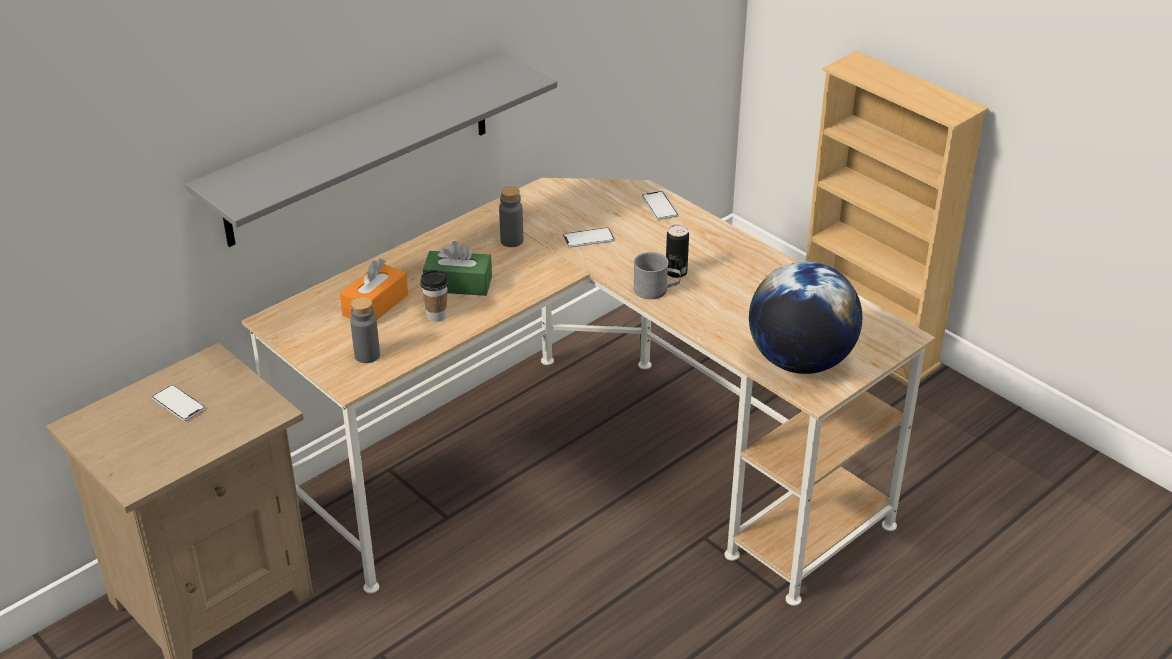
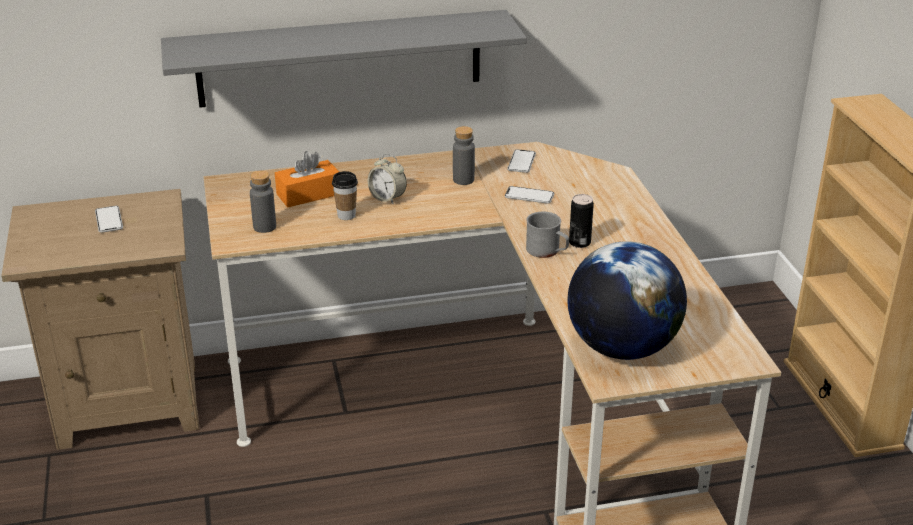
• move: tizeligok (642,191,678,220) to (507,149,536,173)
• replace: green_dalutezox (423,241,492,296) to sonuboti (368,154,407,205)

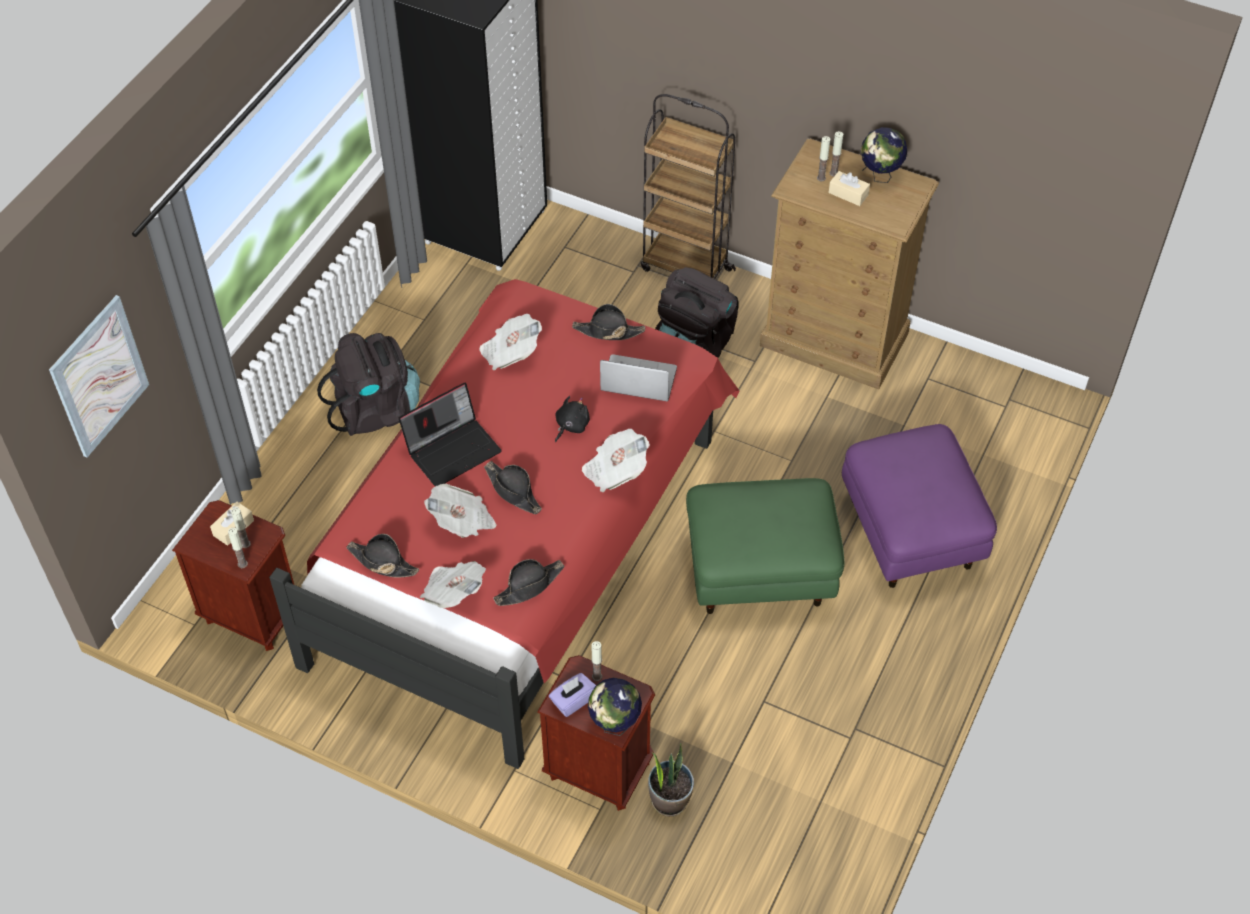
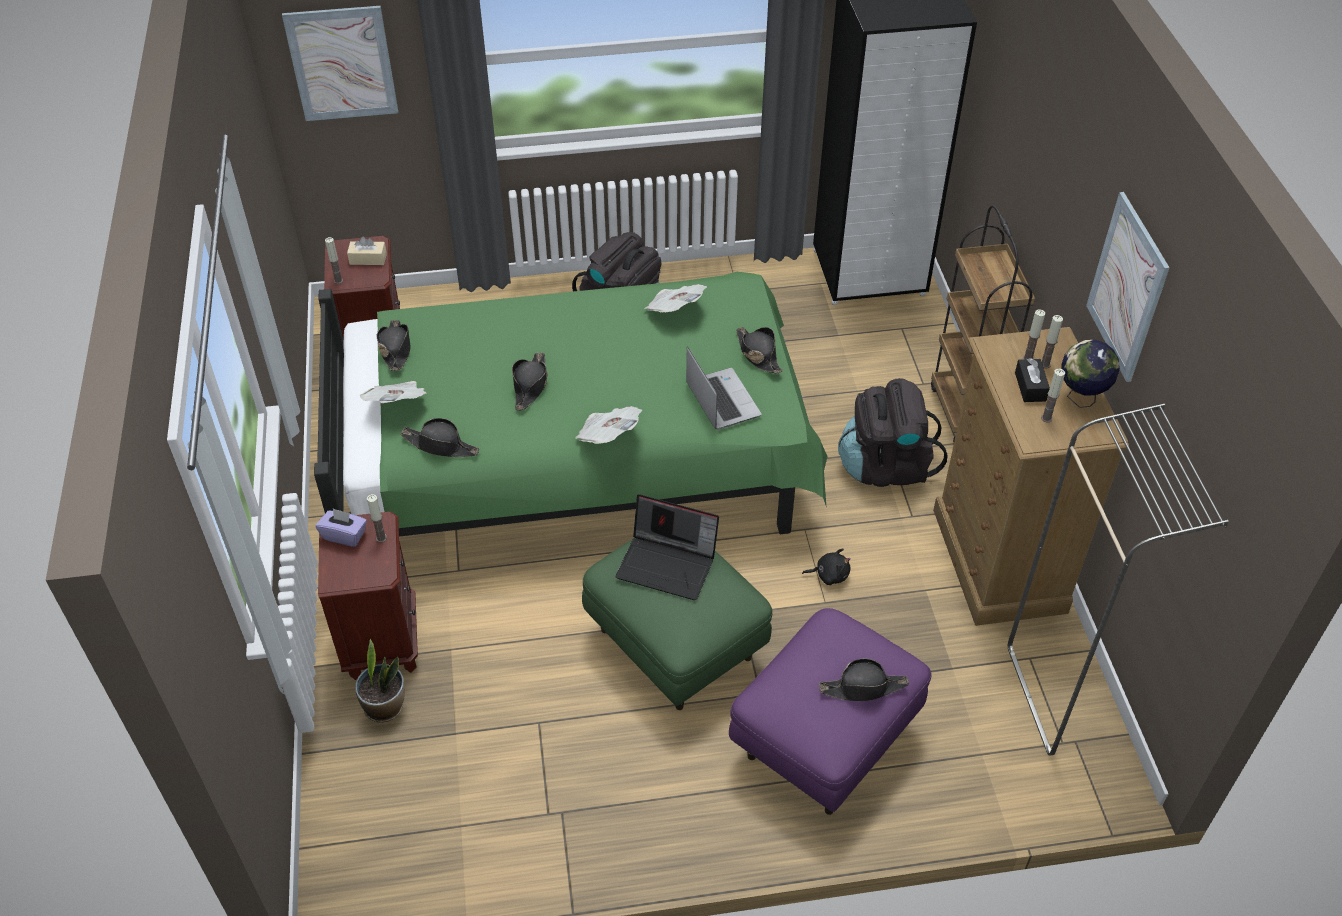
• delete: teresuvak (424,484,497,538)
• delete: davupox (588,678,642,736)
• insert: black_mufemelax (819,658,909,701)
• insert: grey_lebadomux (1008,403,1229,756)
• insert: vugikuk (1086,192,1170,382)
• move: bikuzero (231,507,251,548) to (1041,369,1065,422)
• move: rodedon (399,382,502,486) to (616,494,719,600)
• move: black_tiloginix (555,396,590,442) to (802,549,851,585)
• recolor: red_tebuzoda (269,279,739,769) to green_tebuzoda (314,272,828,537)
• recolor: beige_dalutezox (829,171,870,206) to black_dalutezox (1015,358,1050,402)

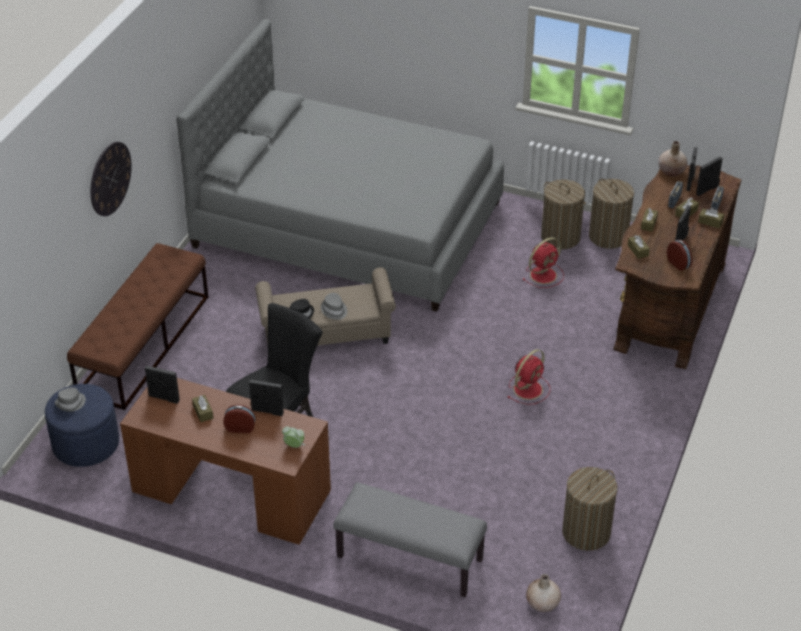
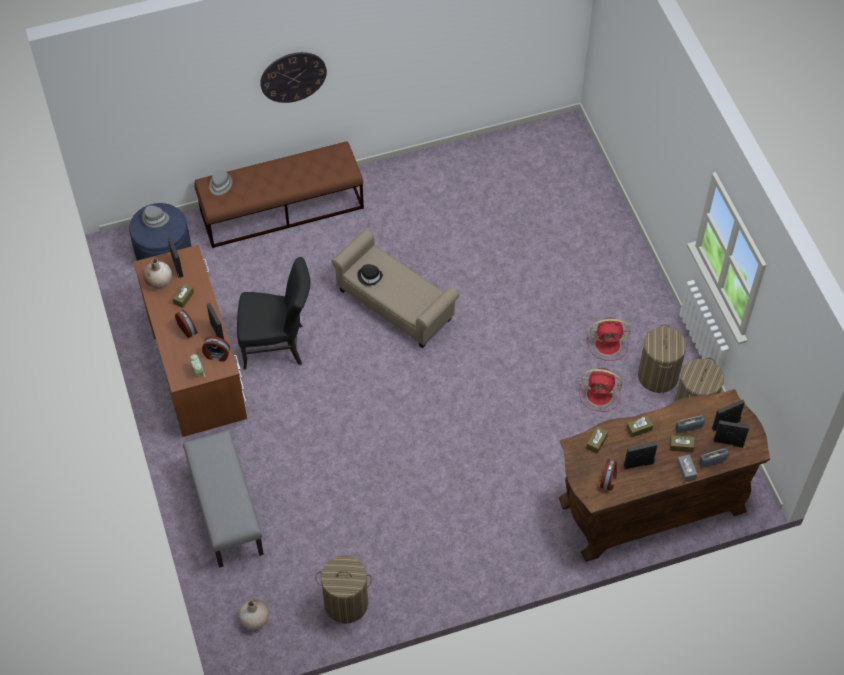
• delete: grey_tebuzoda (176,19,504,312)
• insert: sonuboti (202,336,230,362)
• move: grey_mufemelax (321,293,347,320) to (209,169,233,195)
• move: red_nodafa (508,349,550,405) to (587,317,630,361)
• move: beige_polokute (658,141,687,176) to (143,259,172,288)
• recolor: brown_dalutezox (698,208,724,228) to grey_dalutezox (677,454,697,482)

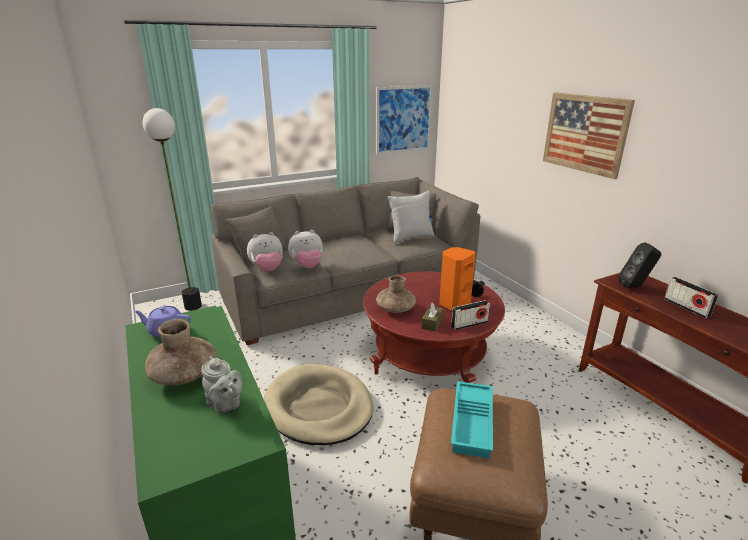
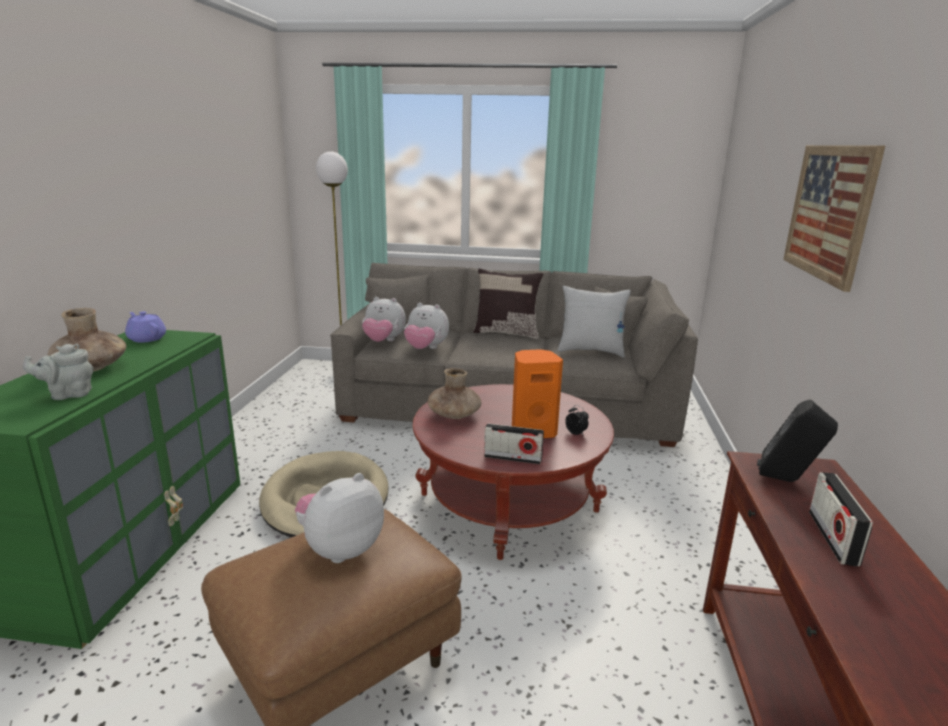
• delete: vugikuk (376,85,433,155)
• delete: brown_dalutezox (421,303,443,332)
• insert: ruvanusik (473,269,543,339)
• replace: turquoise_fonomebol (451,381,493,459) to tiloginix (295,473,384,563)
• rotate: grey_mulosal (201,356,242,413) = (23,344,94,400) 75 degrees clockwise

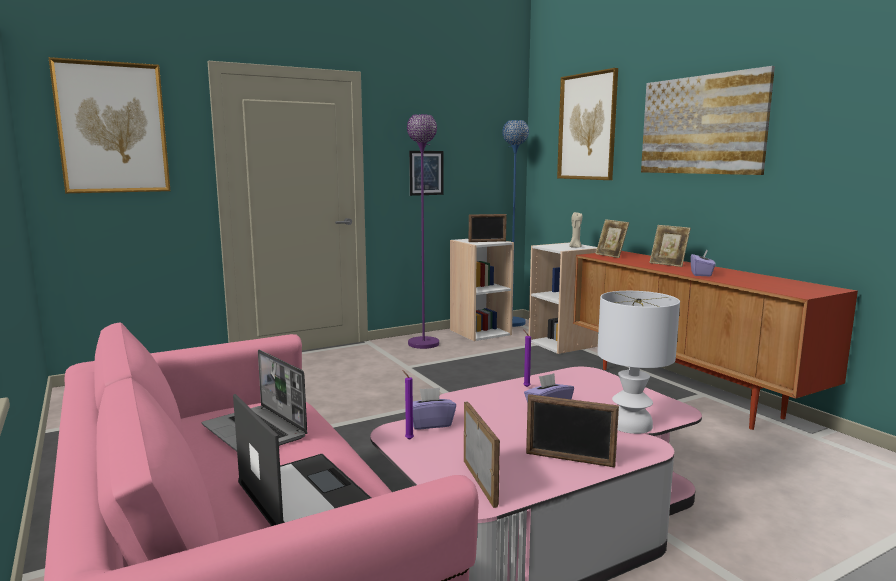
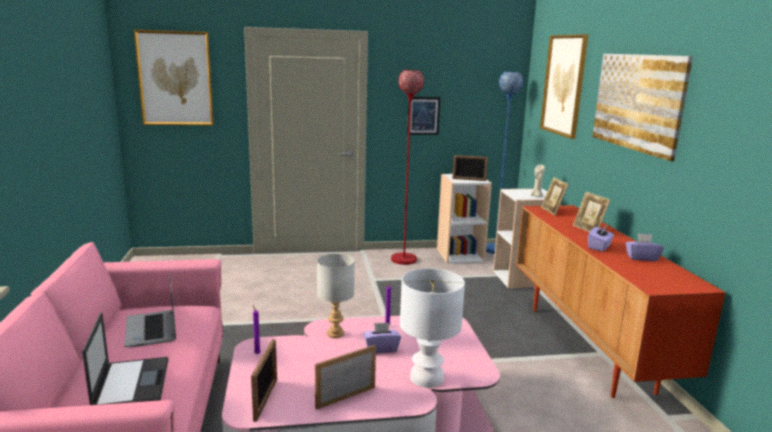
• insert: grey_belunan (317,254,355,338)
• move: purple_dalutezox (413,387,456,430) to (626,233,664,261)
• recolor: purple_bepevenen (407,114,439,349) to red_bepevenen (391,70,424,265)
• rotate: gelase (526,394,619,468) = (315,345,376,410) 105 degrees clockwise

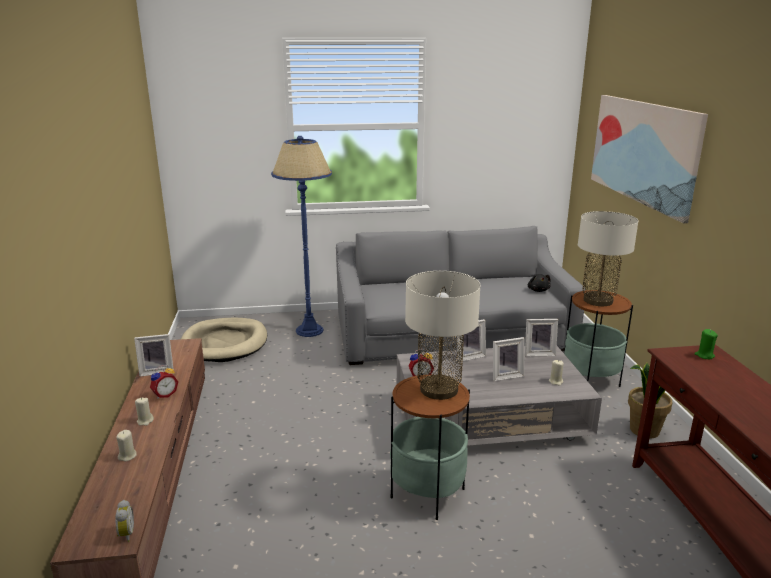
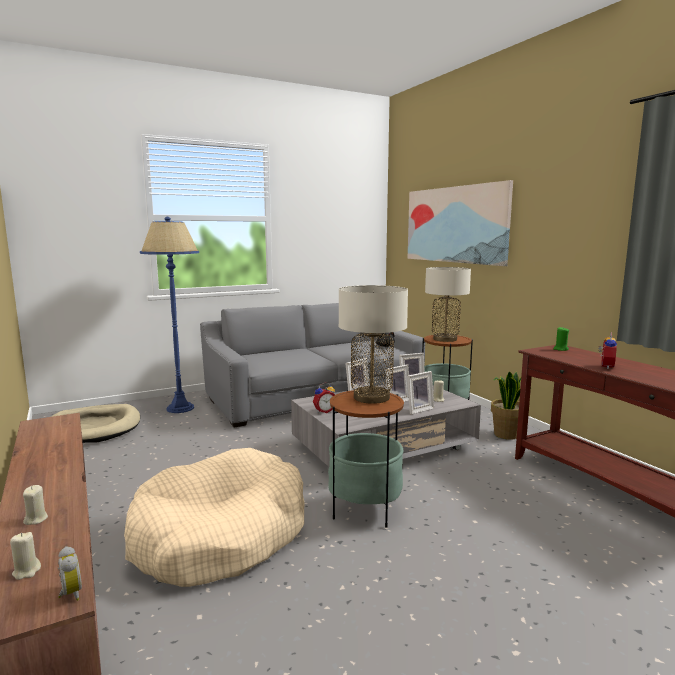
• insert: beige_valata (124,448,305,587)
• move: gelase (134,334,173,377) to (407,371,434,414)
• move: beige_bikuzero (135,398,154,426) to (10,532,41,580)
• move: sonuboti (150,365,178,399) to (598,332,617,369)

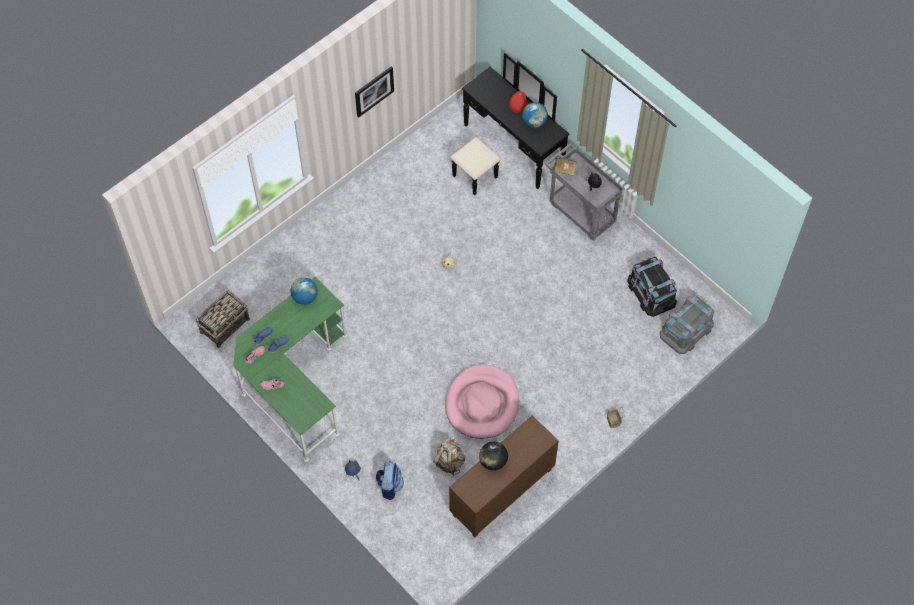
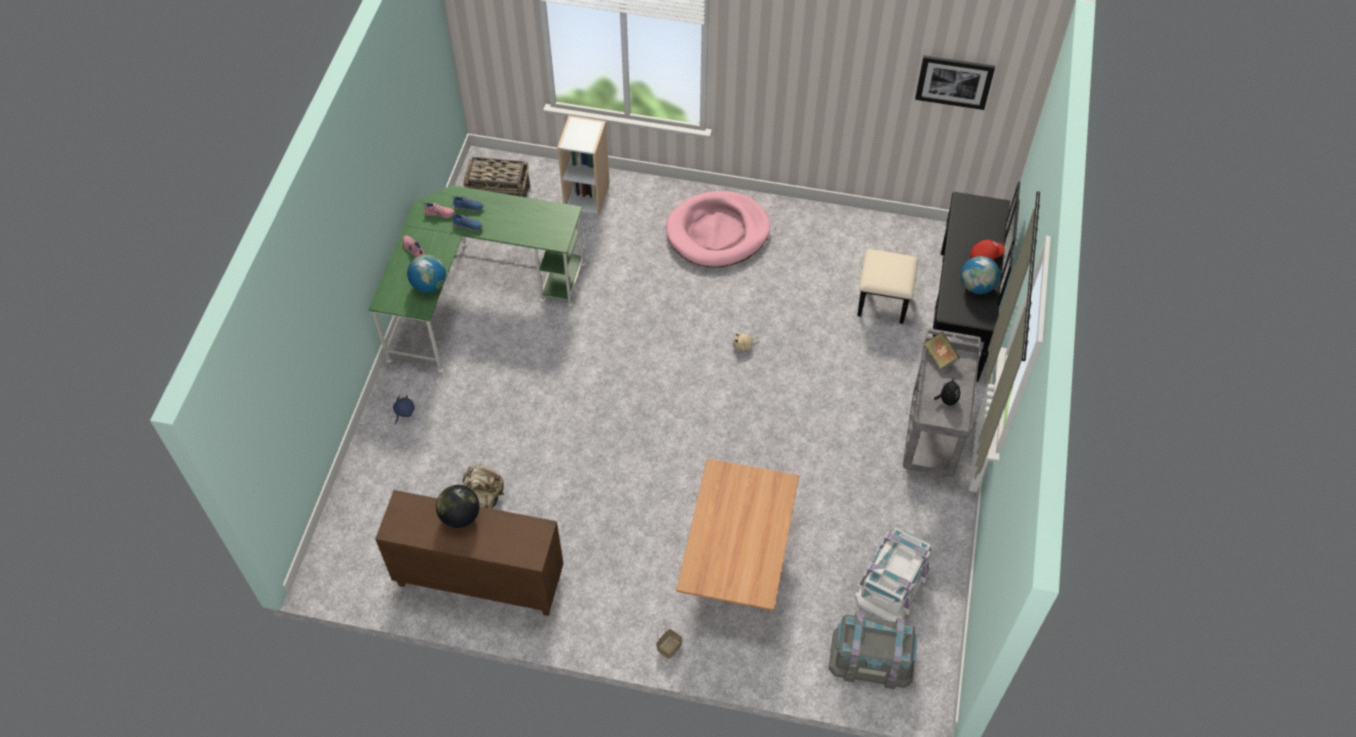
• delete: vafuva (376,461,404,500)
• insert: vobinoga (557,115,610,215)
• insert: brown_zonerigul (676,458,799,611)
• move: davupox (290,278,318,305) to (407,255,446,293)
• move: vugikuk (355,66,394,118) to (915,55,995,110)
• move: pink_valata (445,365,519,439) to (666,191,770,267)
• recolor: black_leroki (627,257,677,317) to white_leroki (855,528,931,622)

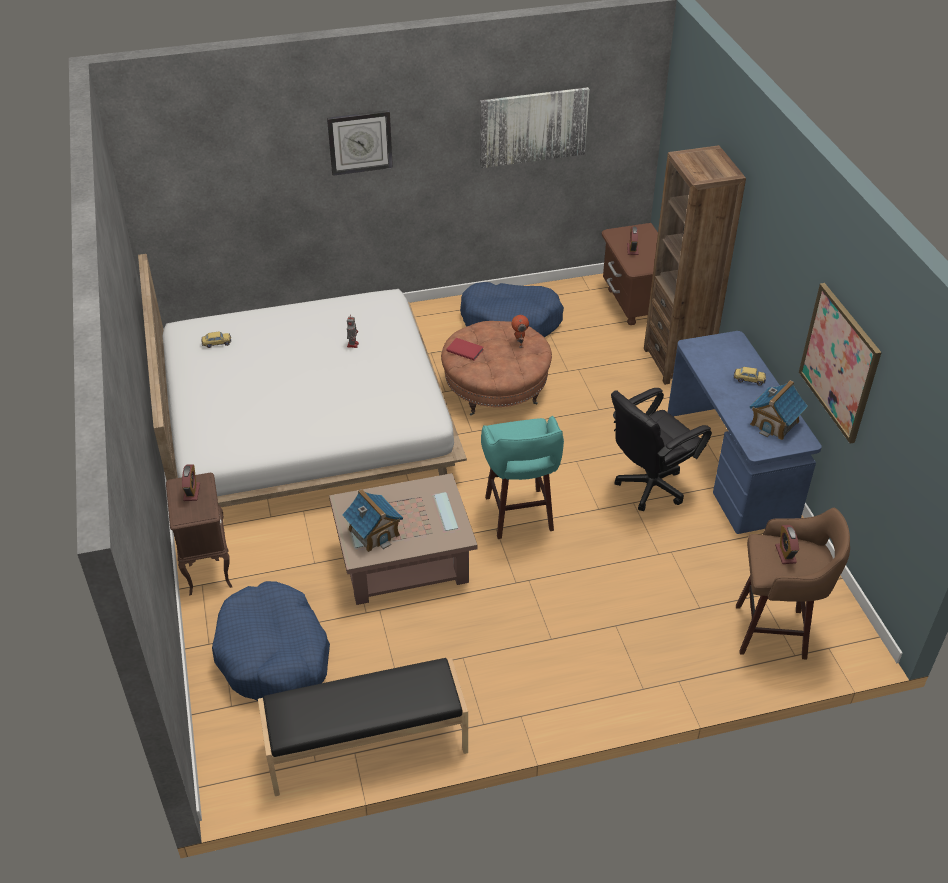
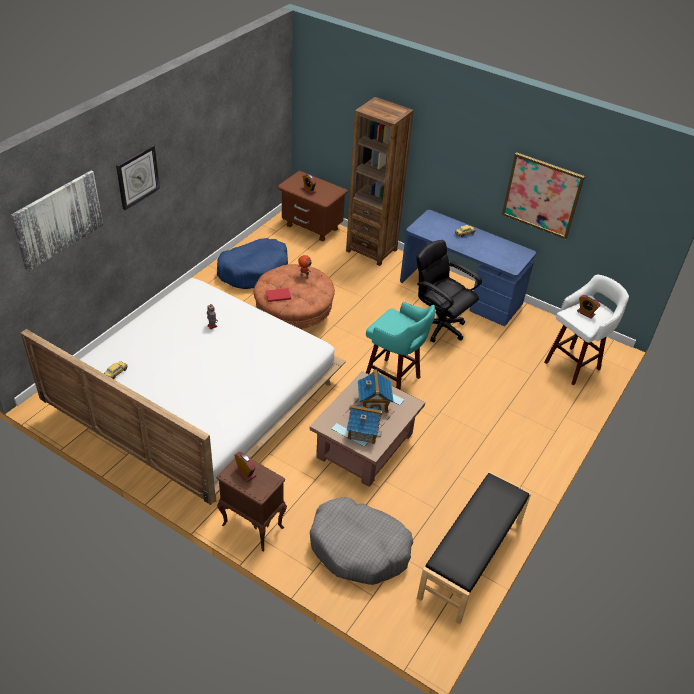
• move: vugikuk (480,87,589,168) to (11,171,103,272)
• move: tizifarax (749,380,808,440) to (358,369,394,413)
• recolor: blue_valata (212,581,330,701) to grey_valata (310,497,413,585)
• recolor: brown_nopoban (736,508,850,660) to white_nopoban (544,274,629,385)
• rotate: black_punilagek (611,388,712,511) = (416,240,482,342) 120 degrees clockwise

